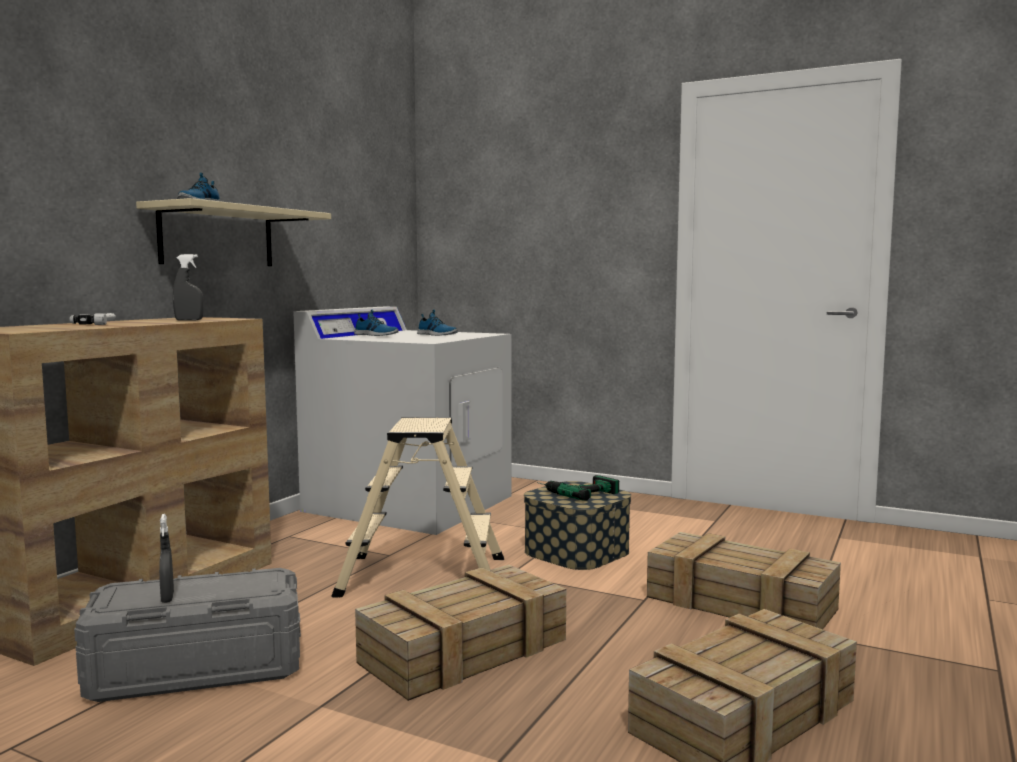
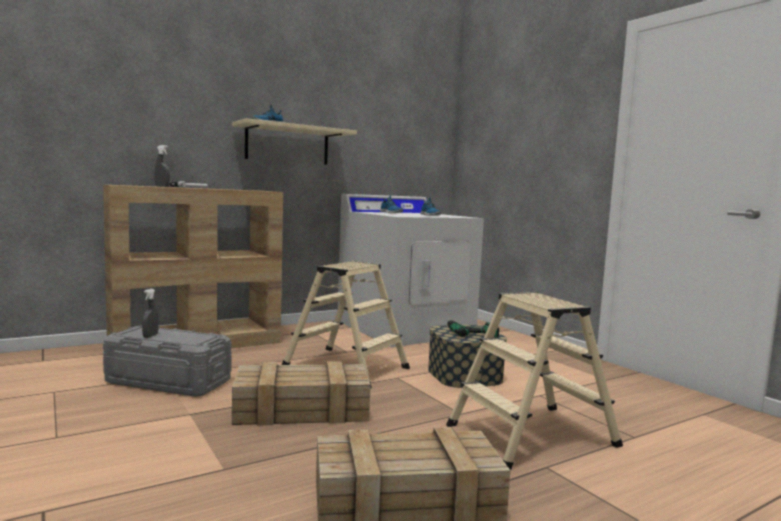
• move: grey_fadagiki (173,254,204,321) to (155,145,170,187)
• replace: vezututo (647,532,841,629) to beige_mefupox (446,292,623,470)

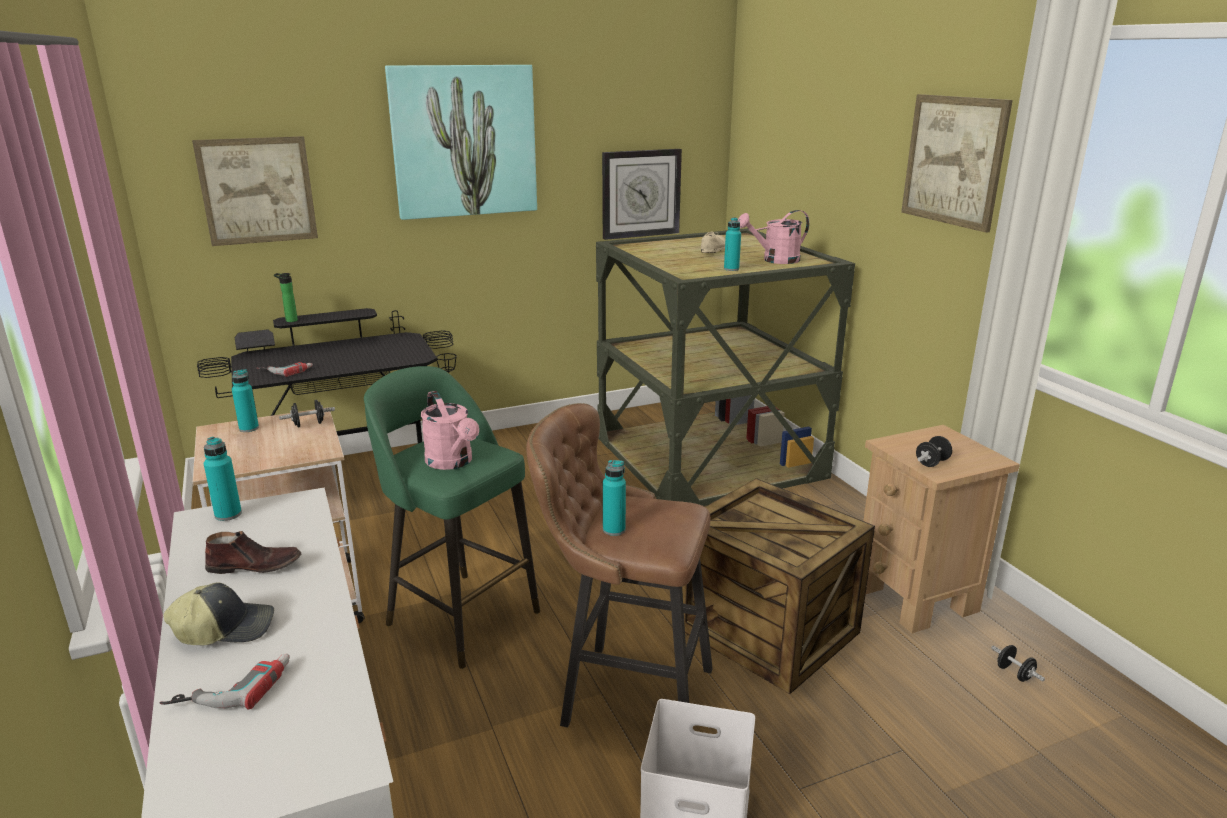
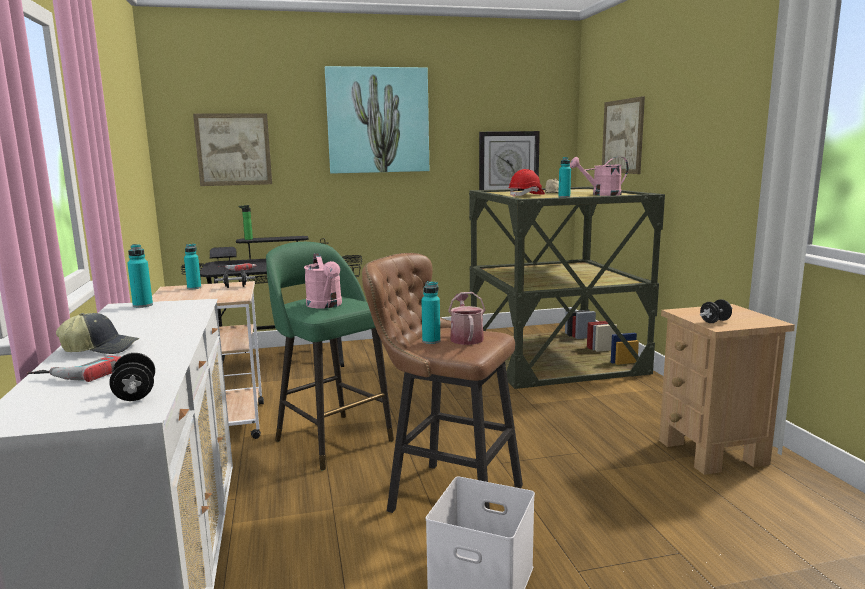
• delete: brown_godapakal (205,531,301,574)
• delete: vezututo (682,478,875,694)
• insert: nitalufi (448,292,485,345)
• insert: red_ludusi (508,169,545,197)
• move: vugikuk (901,94,1013,233) to (602,96,645,174)
• move: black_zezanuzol (991,645,1045,682) to (109,353,155,401)

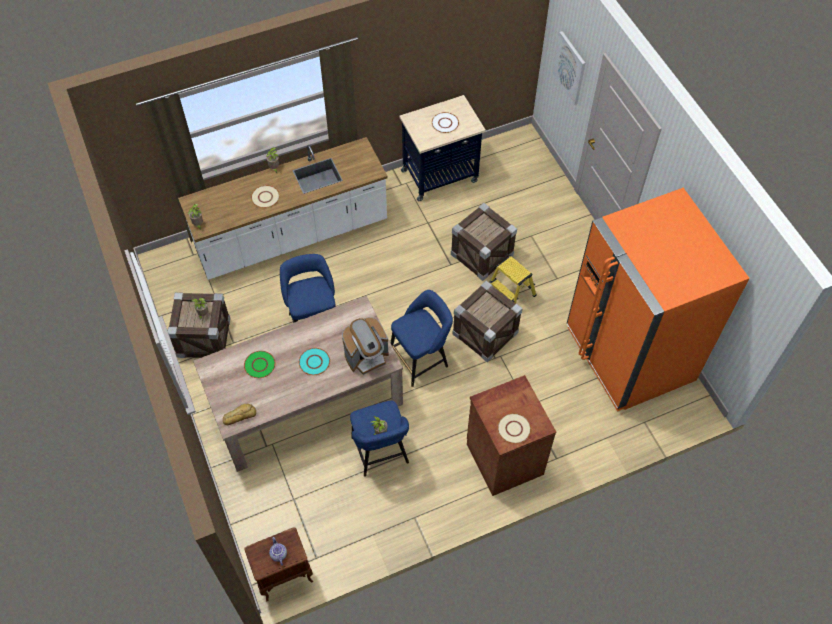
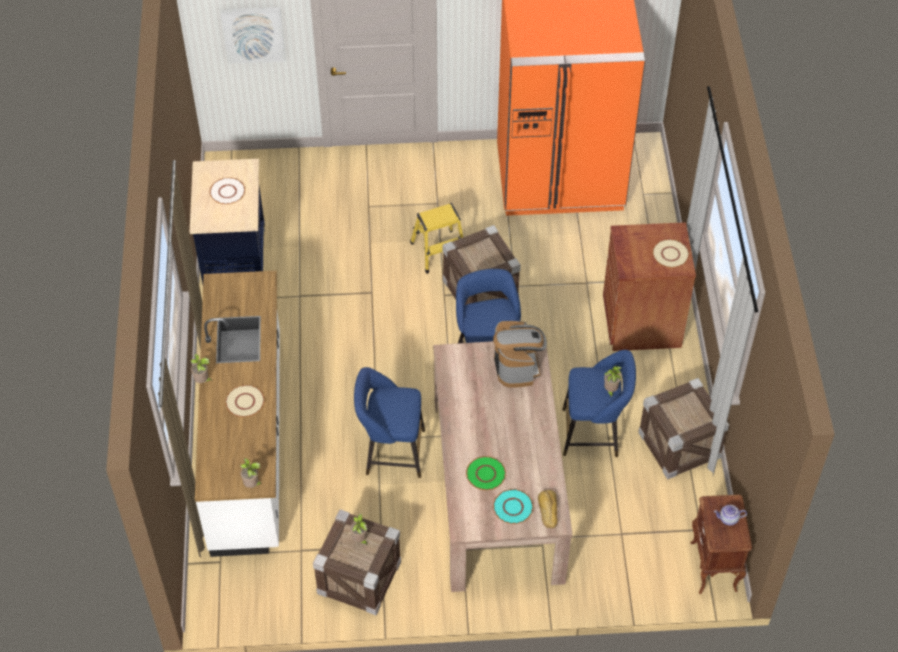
• move: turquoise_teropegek (299,348,330,375) to (493,489,533,524)
• move: vezututo (451,203,517,281) to (638,378,729,479)

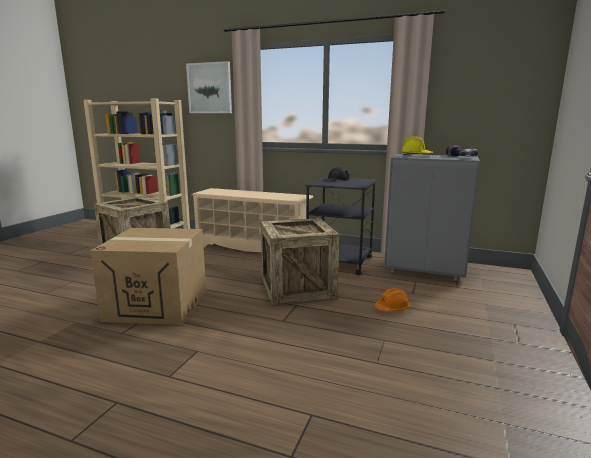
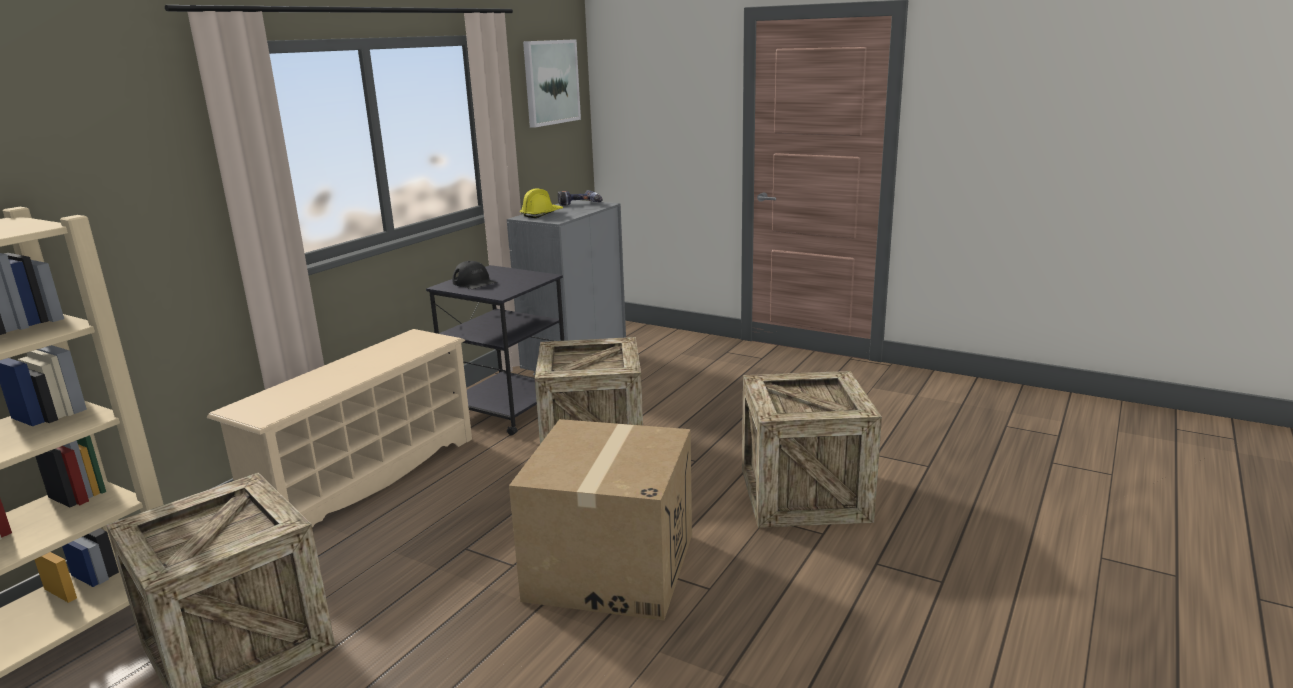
• delete: orange_ludusi (374,288,411,312)
• insert: vezututo (742,371,882,528)
• move: vugikuk (186,61,232,113) to (523,39,581,128)

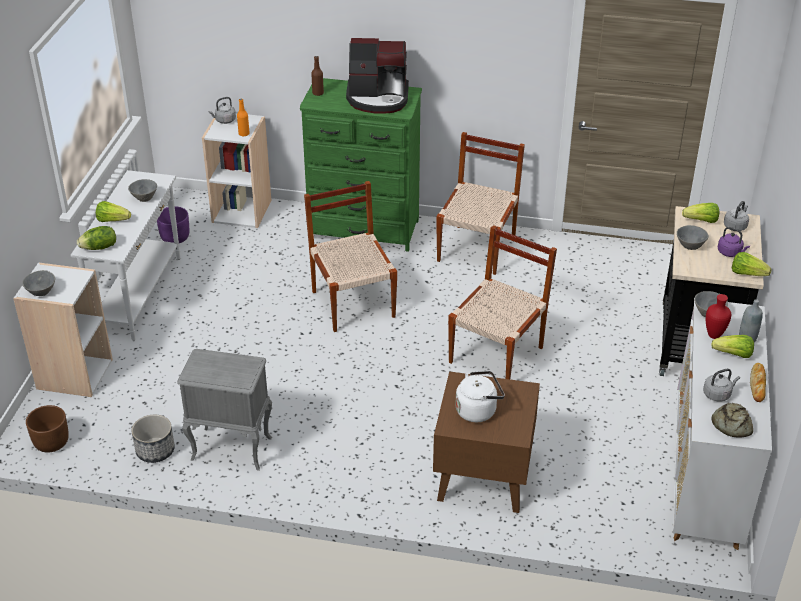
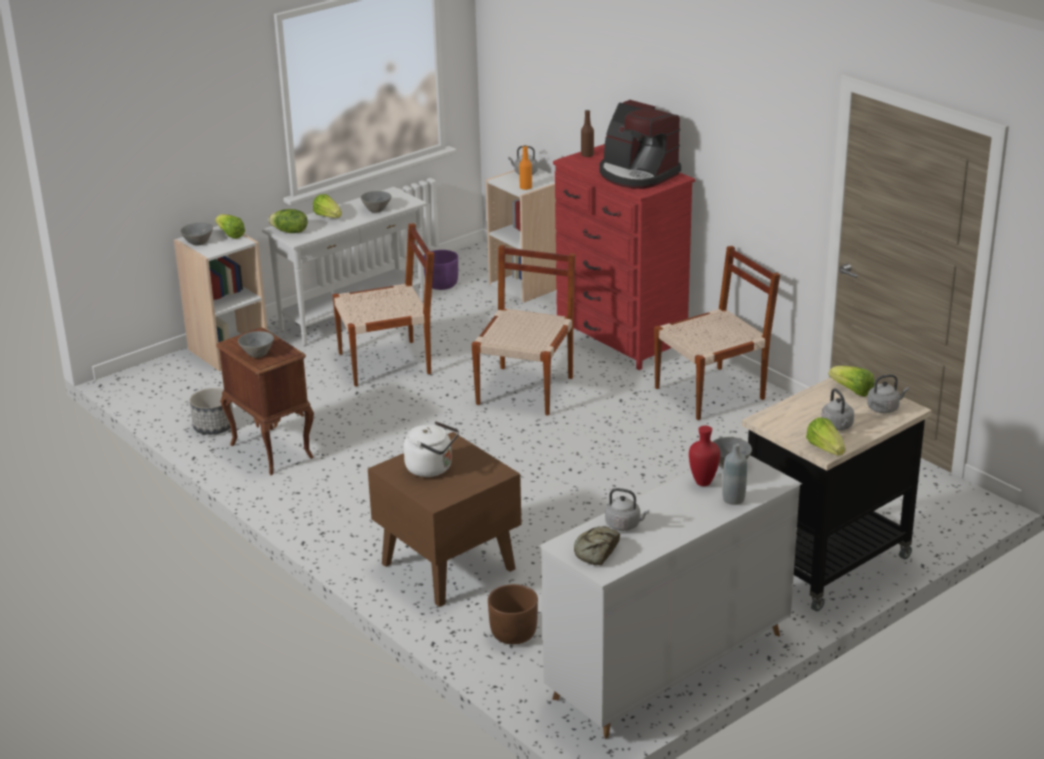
• delete: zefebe (750,363,766,402)
• move: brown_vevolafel (26,405,69,453) to (488,584,538,645)
• move: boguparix (448,225,557,379) to (332,224,434,386)
• move: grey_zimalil (677,225,709,250) to (238,331,274,358)
• move: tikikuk (711,335,754,358) to (215,214,245,239)
• recolor: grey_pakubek (177,349,272,471) to brown_pakubek (216,327,314,475)
• recolor: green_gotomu (300,78,422,252) to red_gotomu (553,144,695,370)
• recolor: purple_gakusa (718,227,750,257) to grey_gakusa (821,388,854,431)

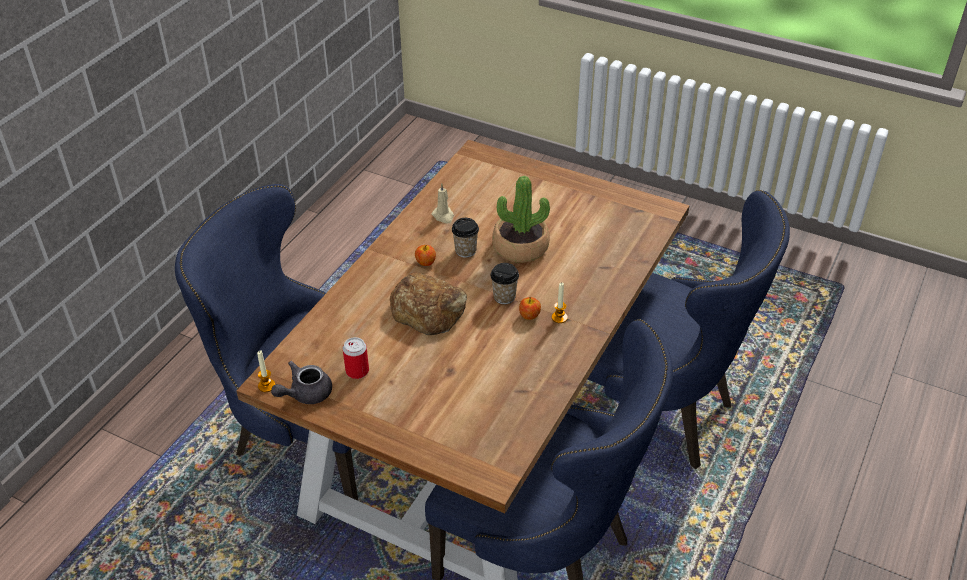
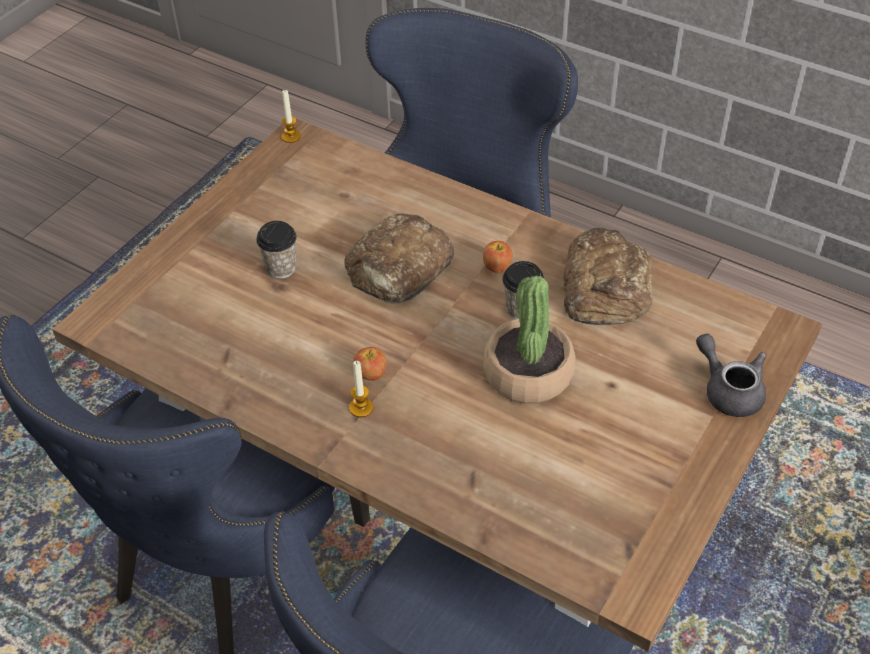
• delete: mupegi (343,337,369,379)
• move: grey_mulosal (271,361,332,404) to (696,334,766,417)
• move: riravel (490,263,519,304) to (256,221,297,279)
• replace: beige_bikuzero (432,183,454,223) to zefebe (563,228,652,325)

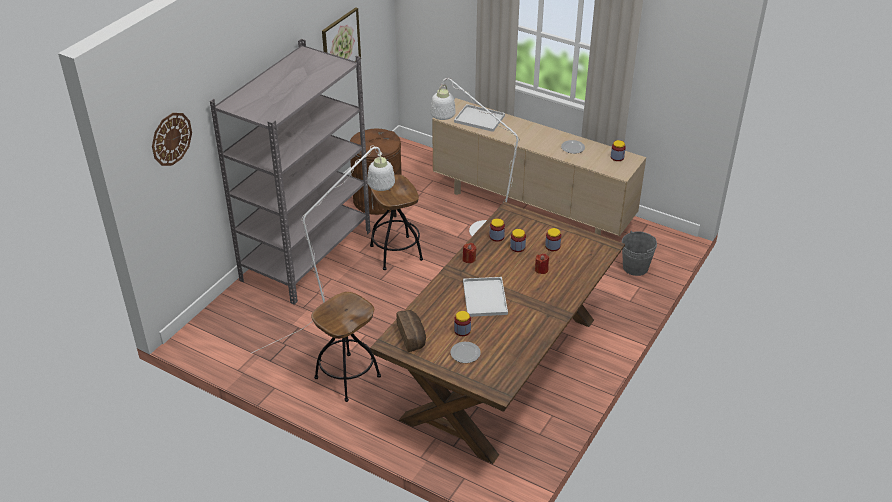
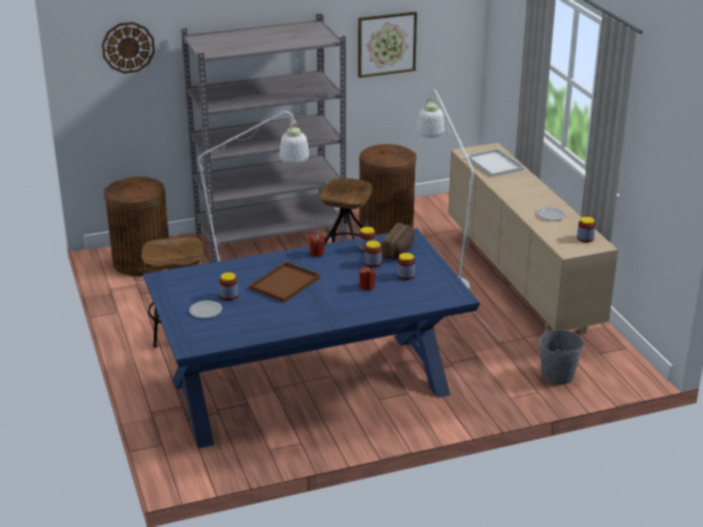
• insert: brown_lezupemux (104,177,169,276)
• move: zefebe (397,310,426,352) to (382,223,415,259)
• recolor: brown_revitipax (370,202,625,464) to blue_revitipax (143,228,480,448)
• recolor: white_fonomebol (463,277,508,317) to brown_fonomebol (249,262,320,303)

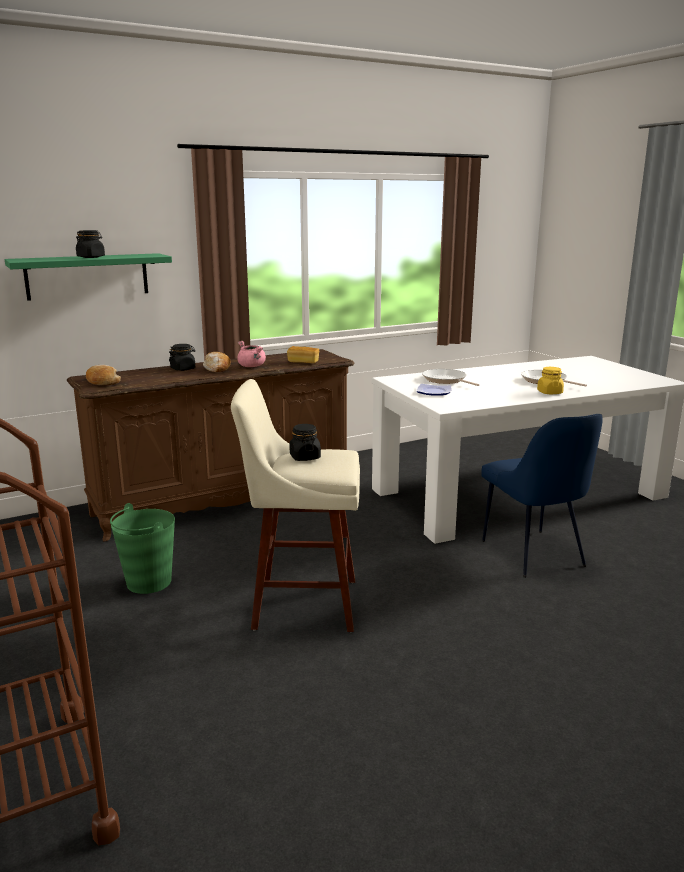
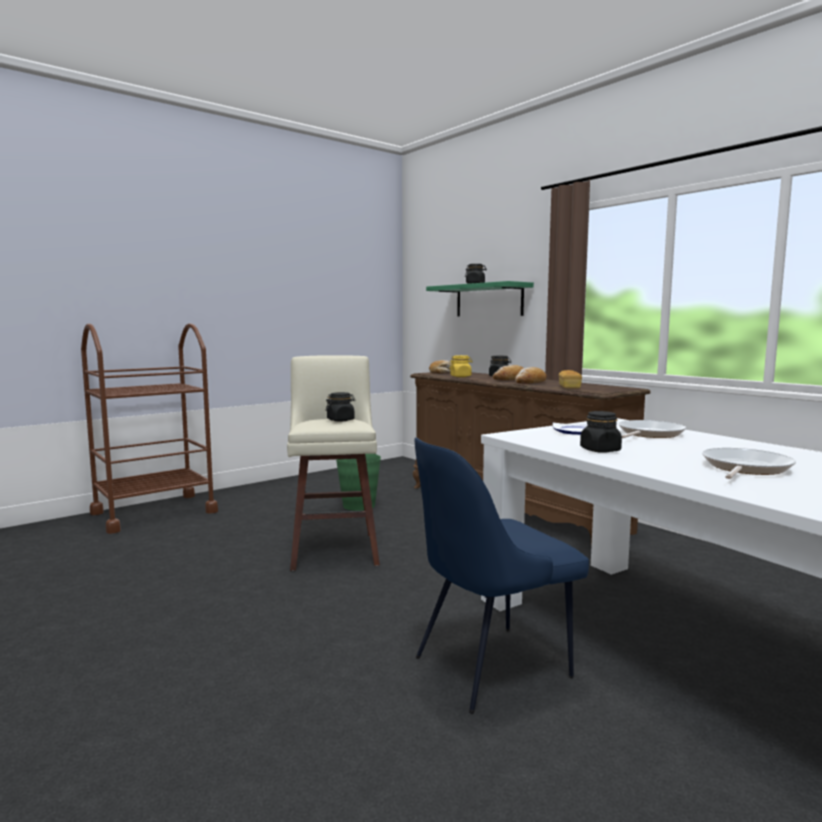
• insert: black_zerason (580,411,622,453)
• move: yellow_zerason (537,367,564,394) to (450,355,473,377)
• replace: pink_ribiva (237,341,266,367) to zefebe (515,367,547,384)

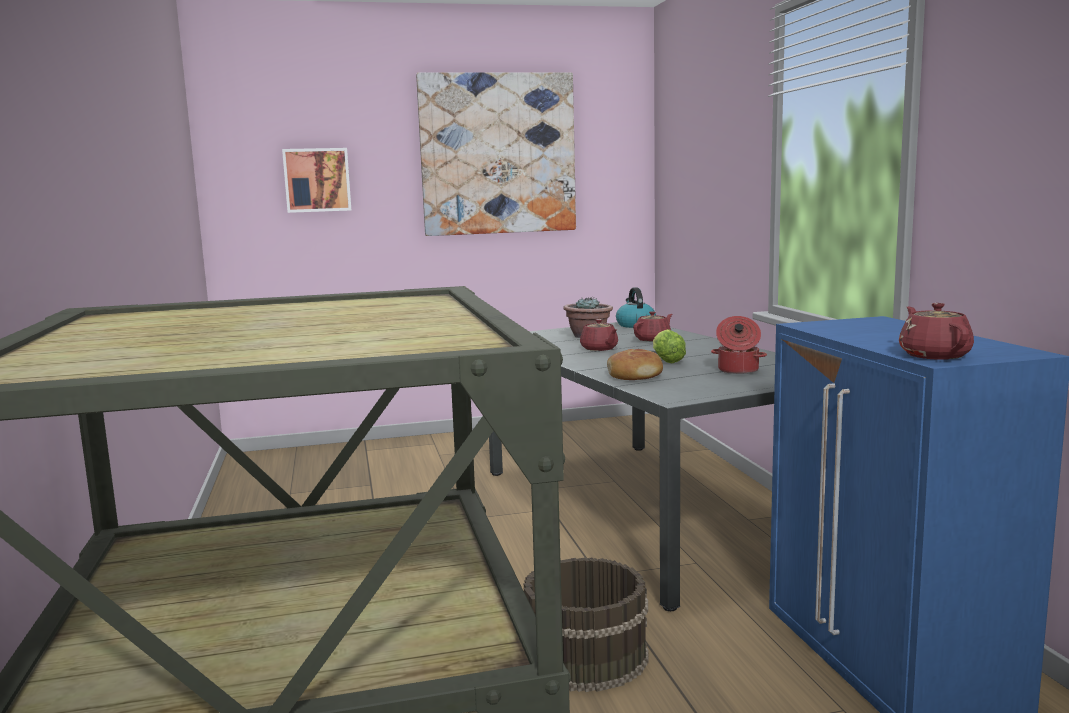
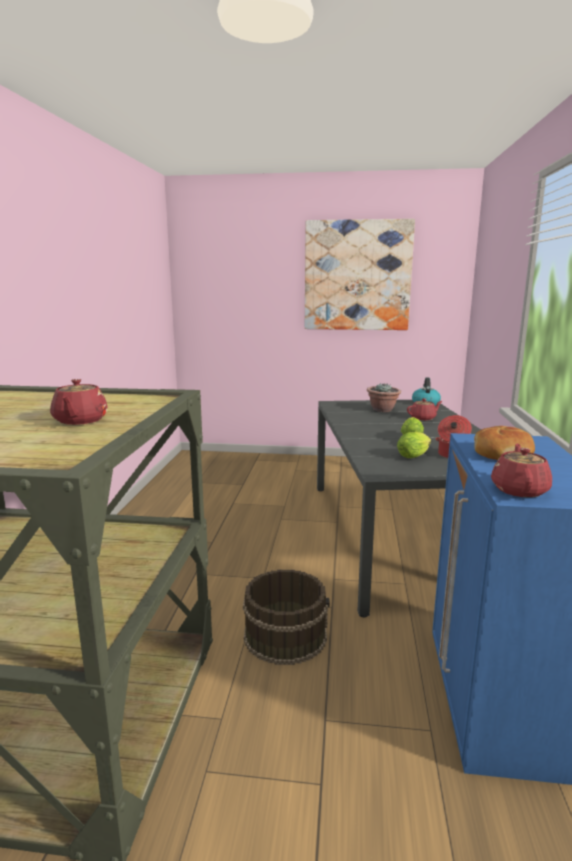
• delete: vugikuk (282,148,351,213)
• insert: tikikuk (397,432,431,458)
• move: red_mulosal (580,319,618,351) to (50,379,107,425)
• move: zefebe (607,349,663,380) to (474,426,535,460)

